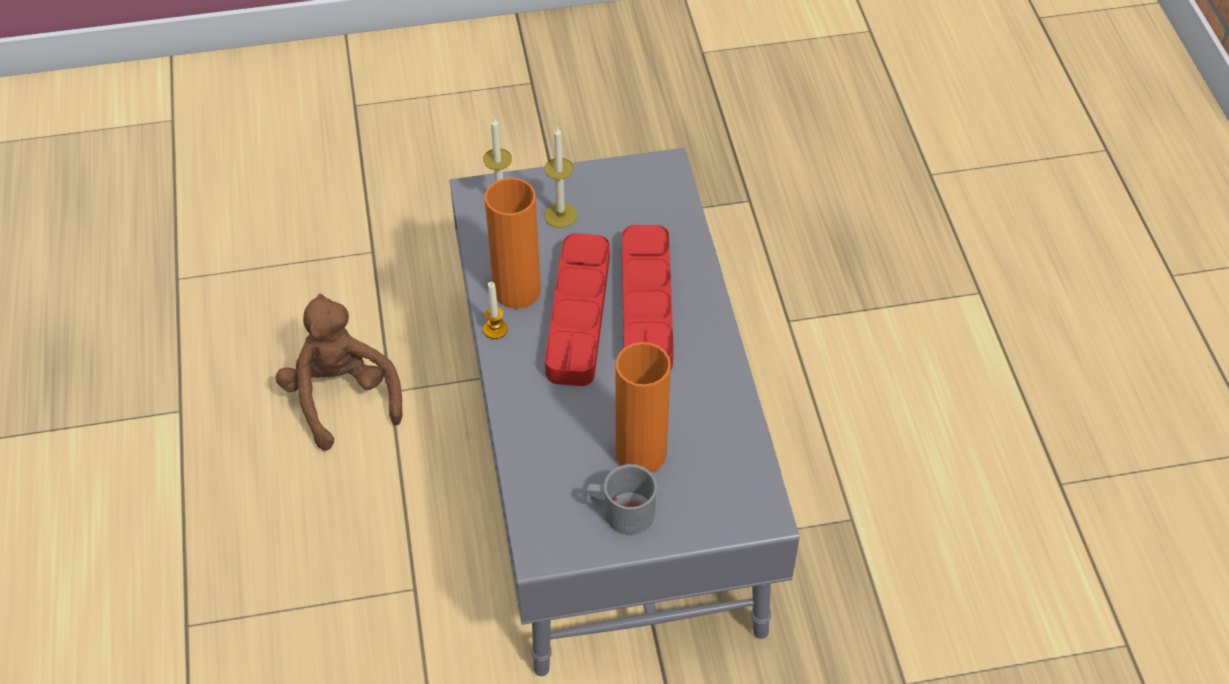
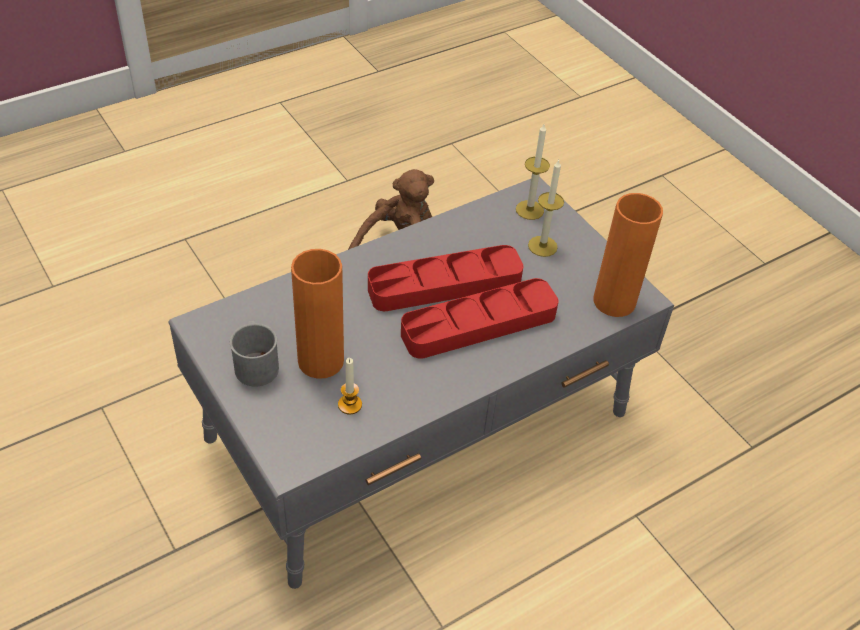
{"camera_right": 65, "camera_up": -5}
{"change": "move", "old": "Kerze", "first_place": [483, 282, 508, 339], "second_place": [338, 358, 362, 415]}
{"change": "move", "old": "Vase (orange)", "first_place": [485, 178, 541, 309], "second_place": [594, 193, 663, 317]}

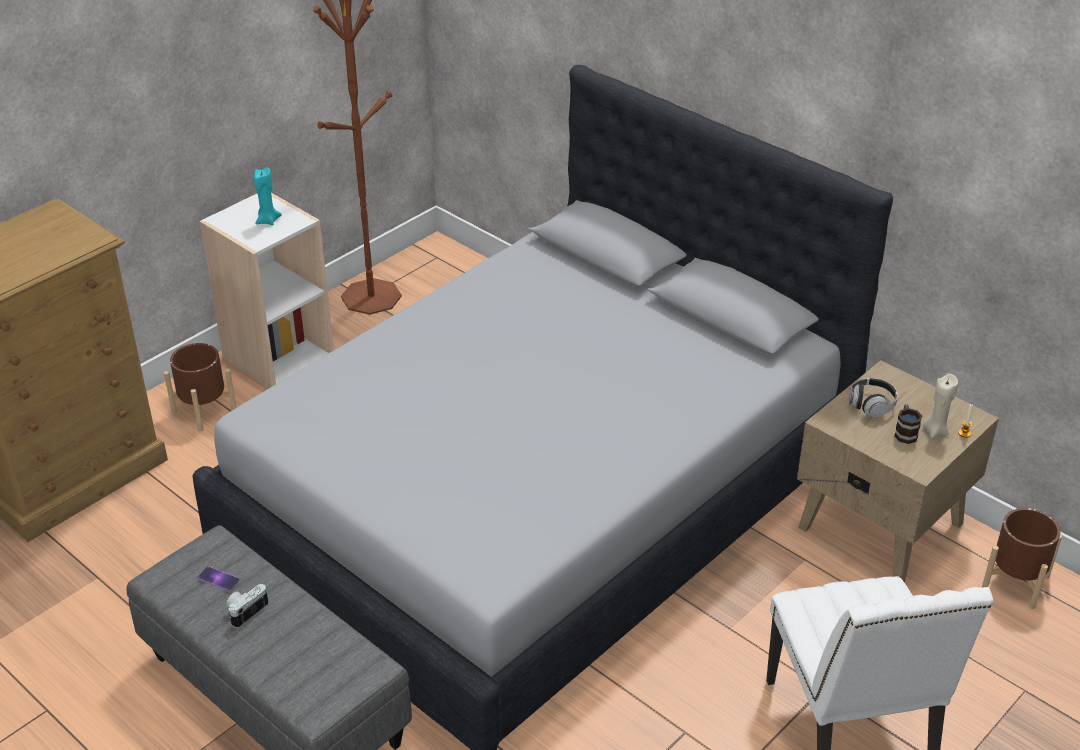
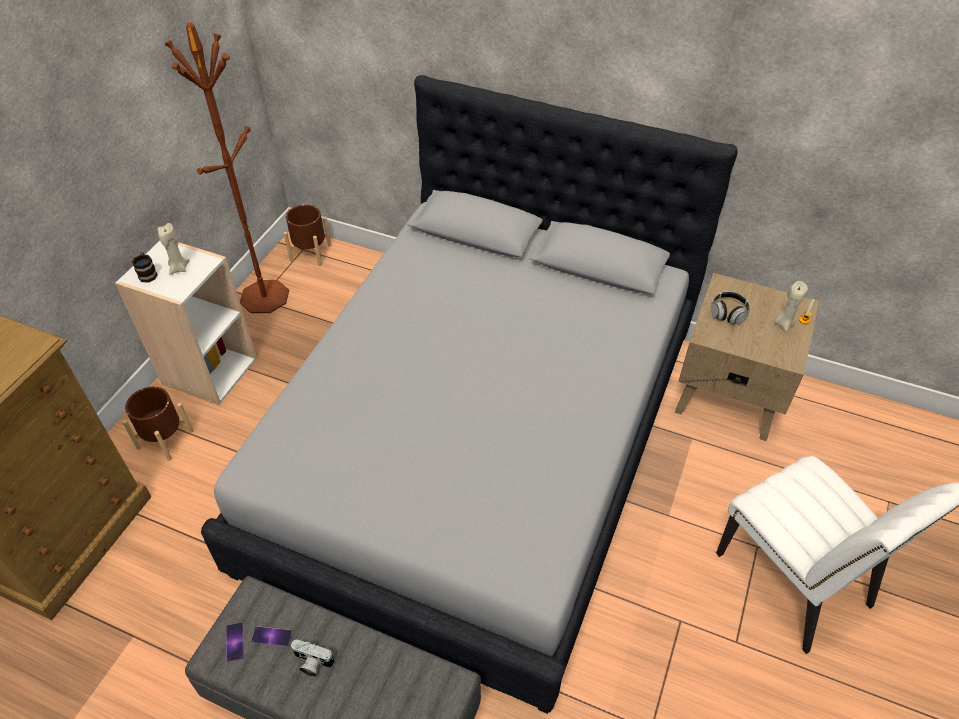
{"camera_right": -20, "camera_up": 10}
{"change": "rotate", "old": "Kamera", "first_place": [226, 584, 269, 628], "second_place": [291, 640, 334, 677], "degrees": -90}
{"change": "recolor", "old": "Kerze (türkis)", "new": "Kerze (beige)", "first_place": [254, 167, 282, 225], "second_place": [158, 223, 190, 274]}
{"change": "move", "old": "Henkelbecher", "first_place": [894, 404, 922, 444], "second_place": [132, 252, 158, 283]}
{"change": "move", "old": "Pflanzkübel (braun)", "first_place": [982, 508, 1062, 609], "second_place": [284, 204, 331, 266]}
{"change": "insert", "new": "Handy", "second_place": [226, 623, 244, 662]}

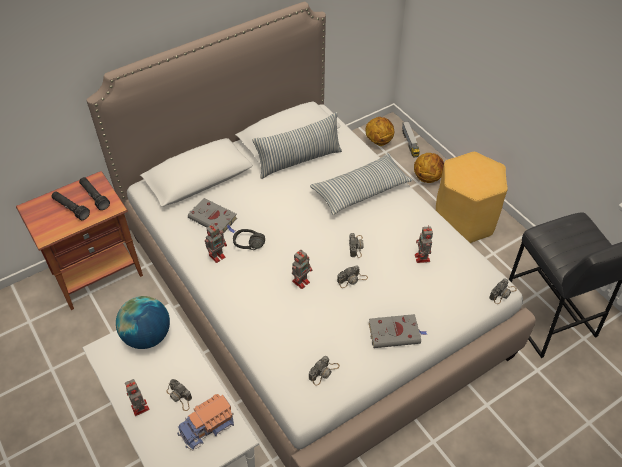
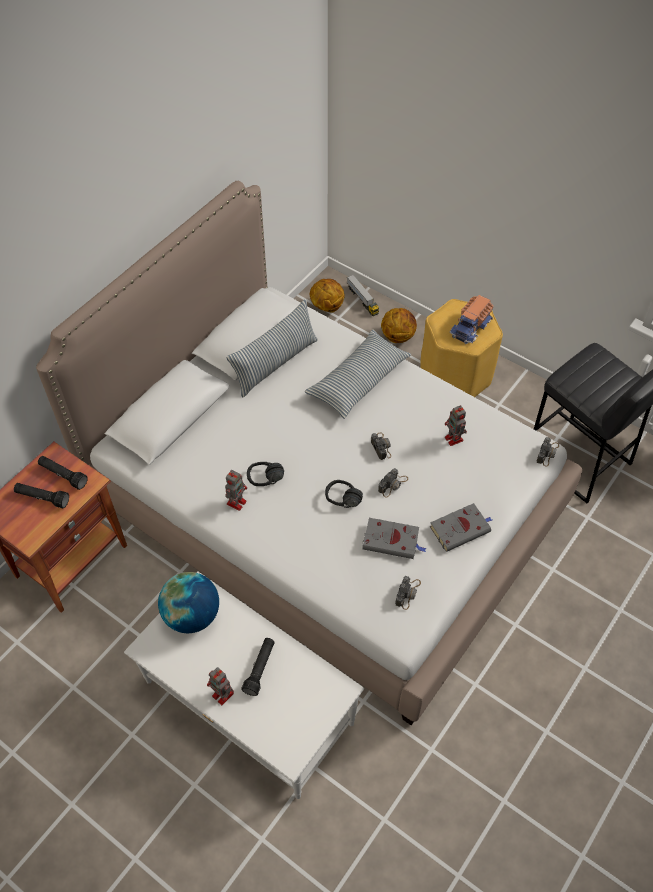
{"camera_right": -20, "camera_up": 5}
{"change": "replace", "old": "Kamera", "new": "Taschenlampe (schwarz)", "first_place": [166, 379, 192, 411], "second_place": [241, 638, 275, 696]}
{"change": "move", "old": "Spielzeuglaster", "first_place": [177, 394, 234, 451], "second_place": [450, 295, 494, 344]}
{"change": "move", "old": "Buch (grau)", "first_place": [188, 198, 237, 233], "second_place": [362, 518, 426, 559]}
{"change": "replace", "old": "Spielzeugroboter", "new": "Kopfhörer (schwarz)", "first_place": [292, 250, 312, 289], "second_place": [325, 480, 363, 508]}

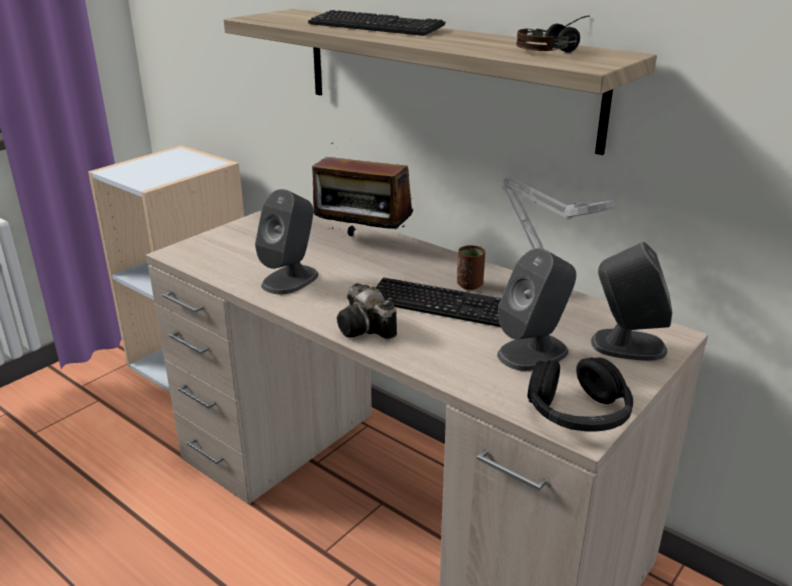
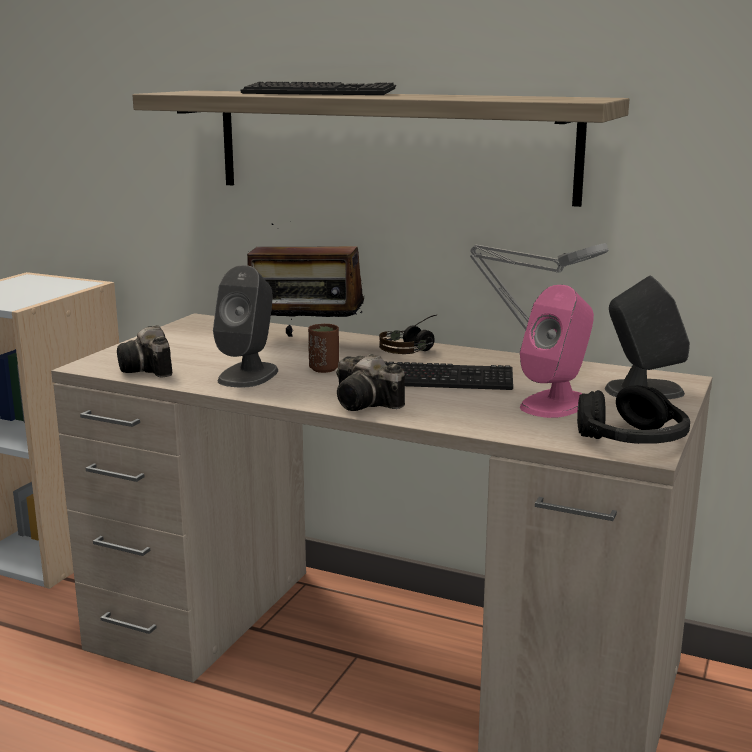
{"camera_right": -15, "camera_up": -10}
{"change": "move", "old": "Tasse (braun)", "first_place": [457, 245, 485, 290], "second_place": [308, 324, 339, 373]}
{"change": "recolor", "old": "Lautsprecher (grau)", "new": "Lautsprecher (rosa)", "first_place": [497, 248, 576, 371], "second_place": [520, 285, 594, 418]}
{"change": "move", "old": "Kopfhörer", "first_place": [516, 15, 590, 52], "second_place": [379, 315, 437, 354]}
{"change": "insert", "new": "Kamera", "second_place": [117, 325, 172, 377]}

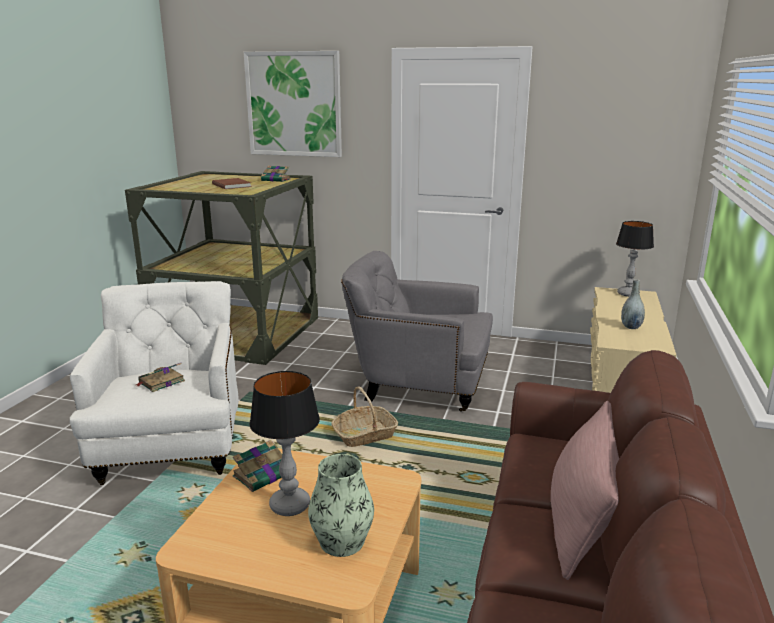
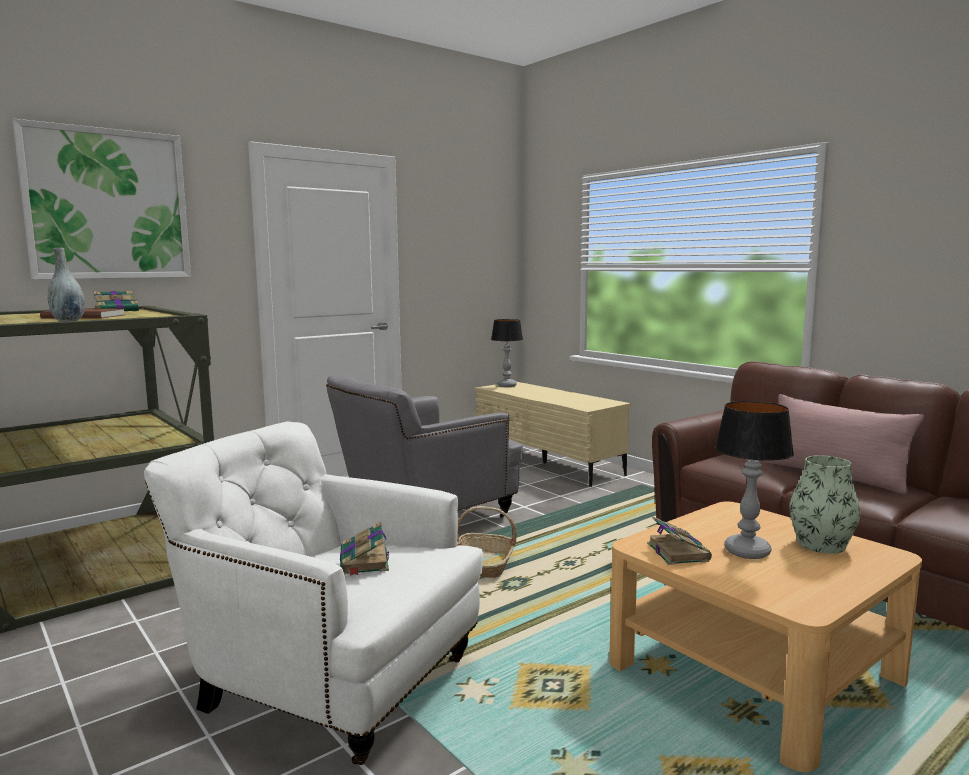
{"camera_right": -55, "camera_up": -10}
{"change": "move", "old": "Vase (grau)", "first_place": [621, 279, 645, 329], "second_place": [47, 248, 85, 321]}

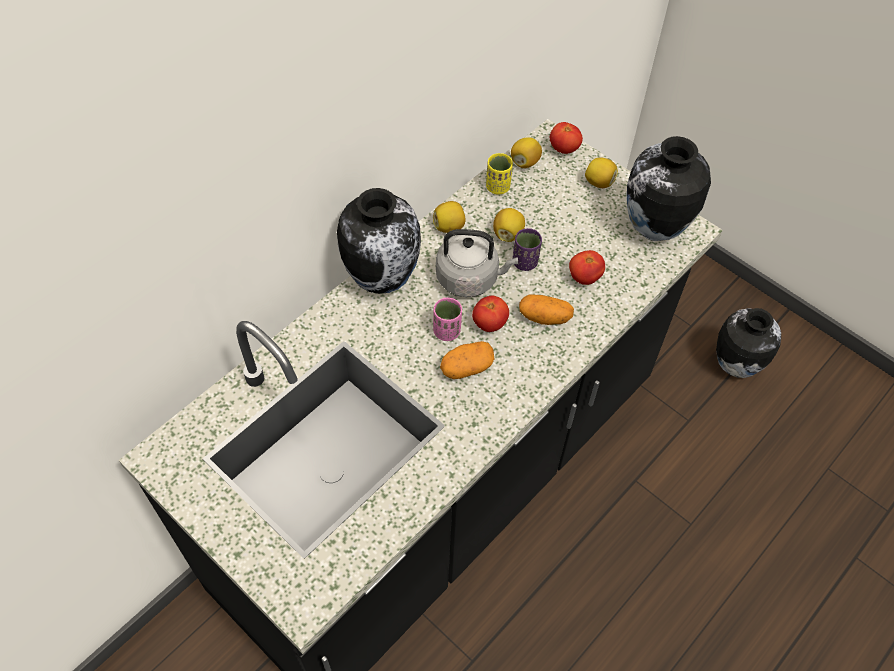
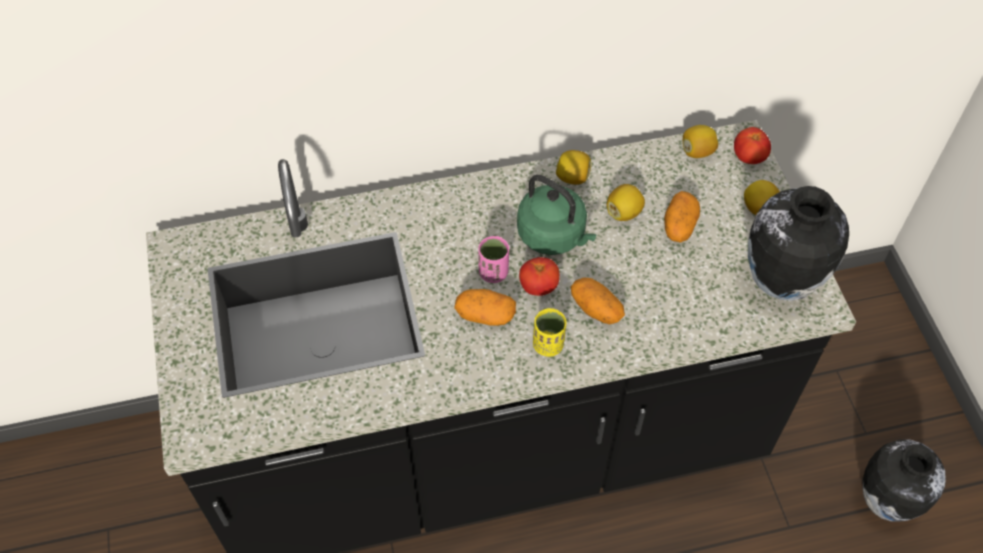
{"camera_right": 35, "camera_up": 0}
{"change": "delete", "old": "Vase", "first_place": [337, 188, 421, 294]}
{"change": "recolor", "old": "Wasserkessel (grau)", "new": "Wasserkessel (grün)", "first_place": [436, 229, 518, 297], "second_place": [517, 175, 597, 255]}
{"change": "move", "old": "Tasse (gelb)", "first_place": [486, 153, 513, 195], "second_place": [533, 308, 567, 357]}
{"change": "delete", "old": "Tasse (lila)", "first_place": [512, 228, 542, 271]}
{"change": "delete", "old": "Tomate", "first_place": [569, 250, 605, 285]}
{"change": "insert", "new": "Kartoffel", "second_place": [664, 191, 700, 243]}

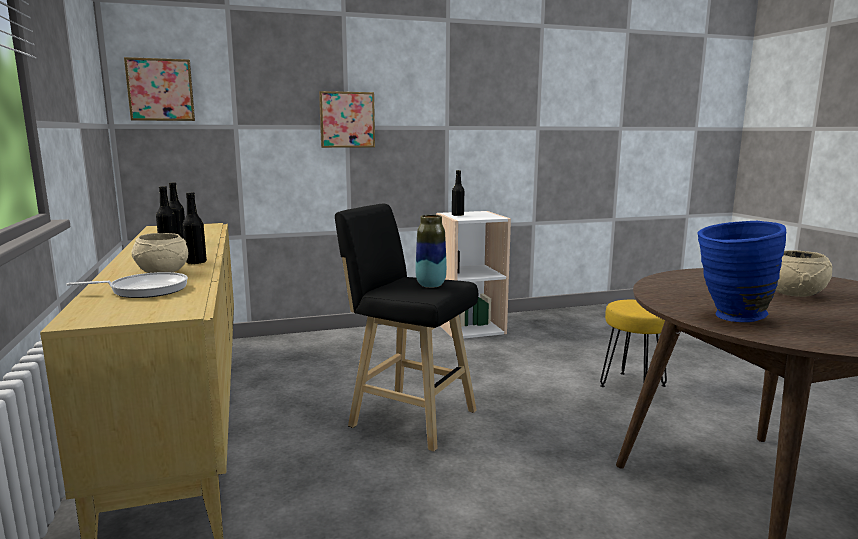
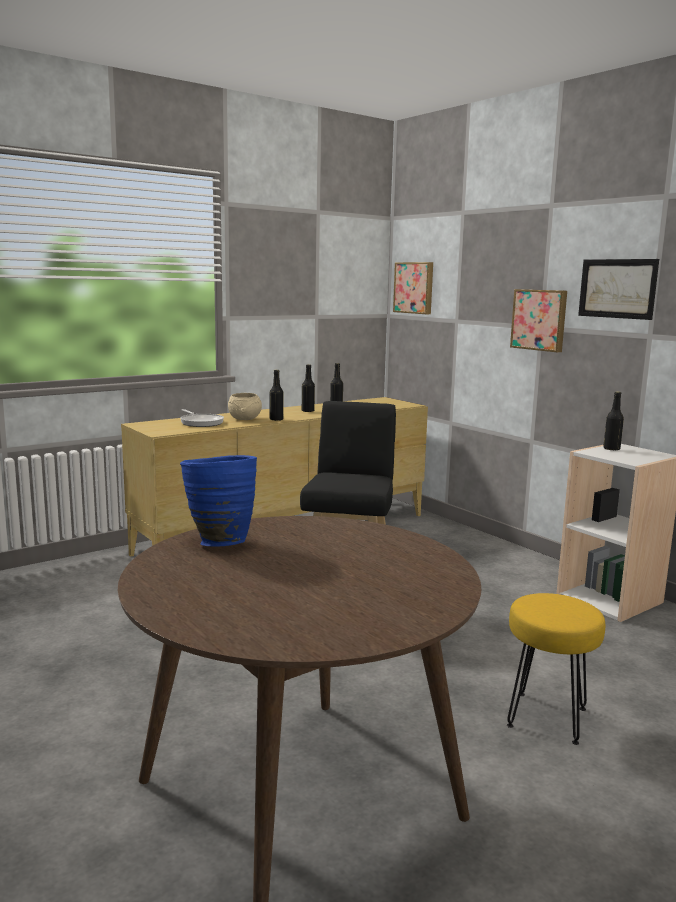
{"camera_right": 70, "camera_up": 0}
{"change": "delete", "old": "Vase", "first_place": [415, 215, 447, 288]}
{"change": "delete", "old": "Schüssel (beige)", "first_place": [775, 250, 833, 297]}
{"change": "insert", "new": "Bild", "second_place": [578, 259, 659, 320]}

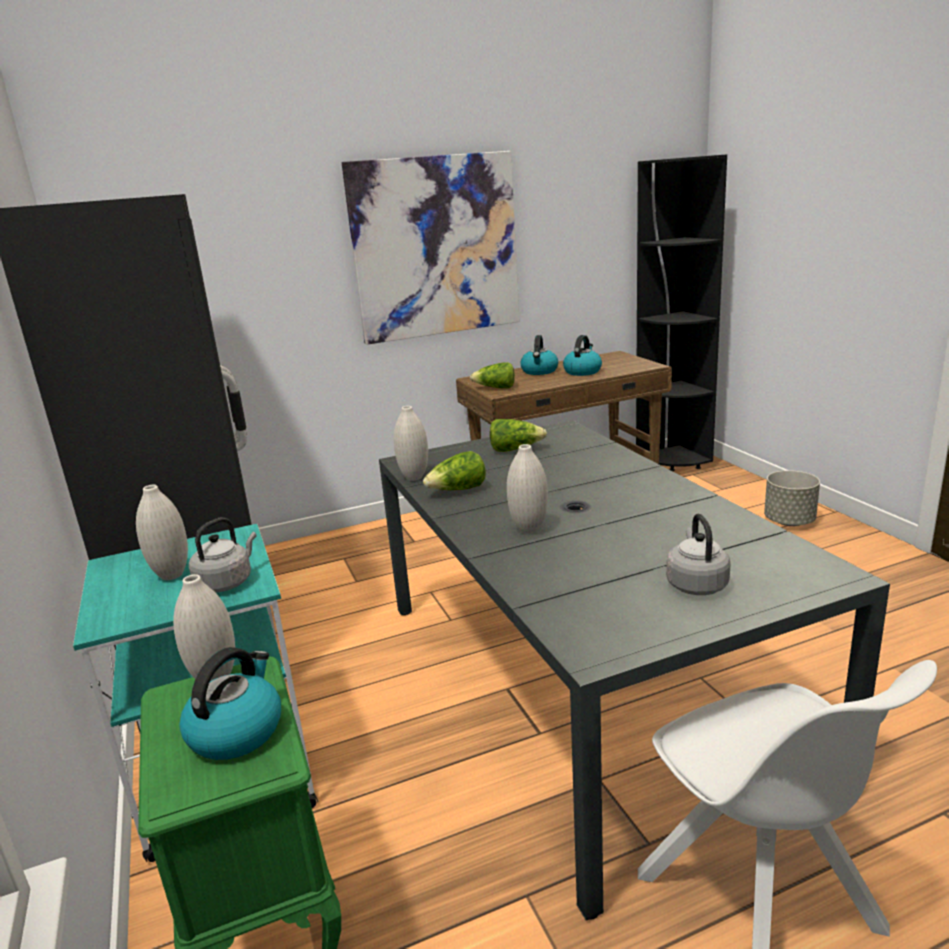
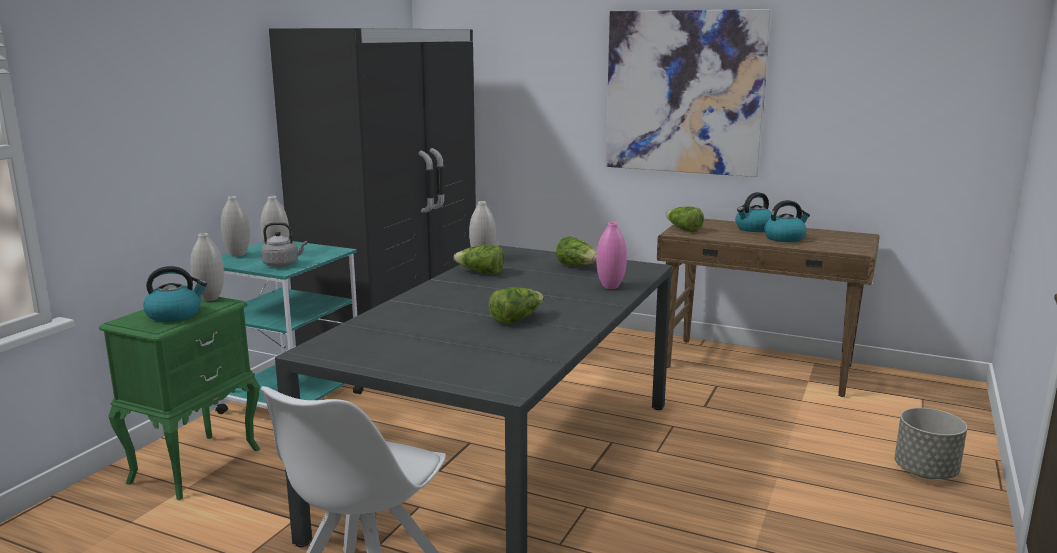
{"camera_right": 45, "camera_up": -5}
{"change": "move", "old": "Vase (weiß)", "first_place": [507, 444, 548, 534], "second_place": [221, 196, 250, 257]}
{"change": "delete", "old": "Bücherregal (schwarz)", "first_place": [636, 154, 727, 471]}
{"change": "delete", "old": "Wasserkessel (grau)", "first_place": [666, 514, 731, 595]}
{"change": "insert", "new": "Salatkopf", "second_place": [489, 287, 544, 325]}
{"change": "insert", "new": "Vase (rosa)", "second_place": [596, 222, 627, 289]}

